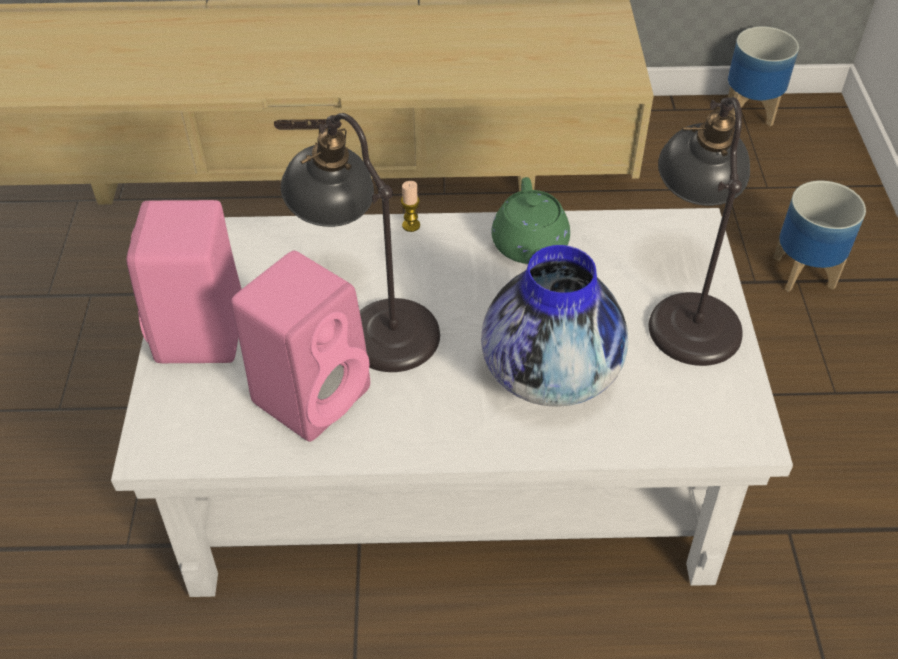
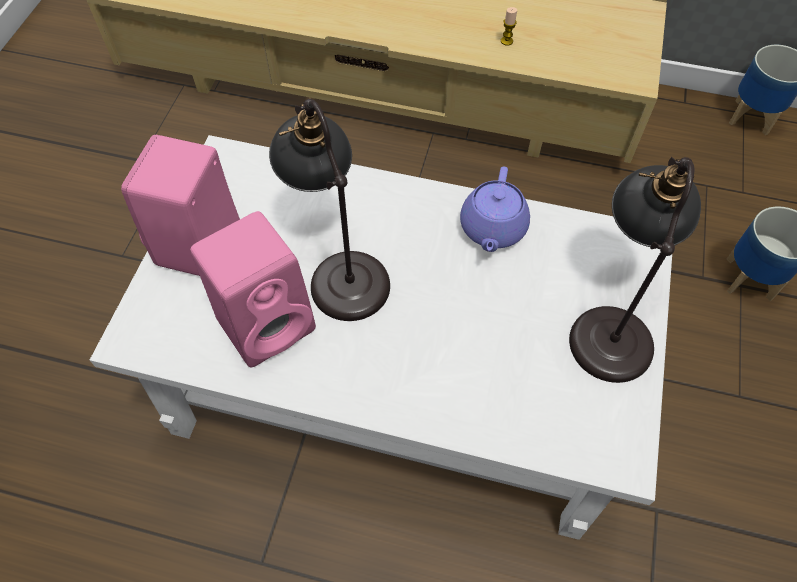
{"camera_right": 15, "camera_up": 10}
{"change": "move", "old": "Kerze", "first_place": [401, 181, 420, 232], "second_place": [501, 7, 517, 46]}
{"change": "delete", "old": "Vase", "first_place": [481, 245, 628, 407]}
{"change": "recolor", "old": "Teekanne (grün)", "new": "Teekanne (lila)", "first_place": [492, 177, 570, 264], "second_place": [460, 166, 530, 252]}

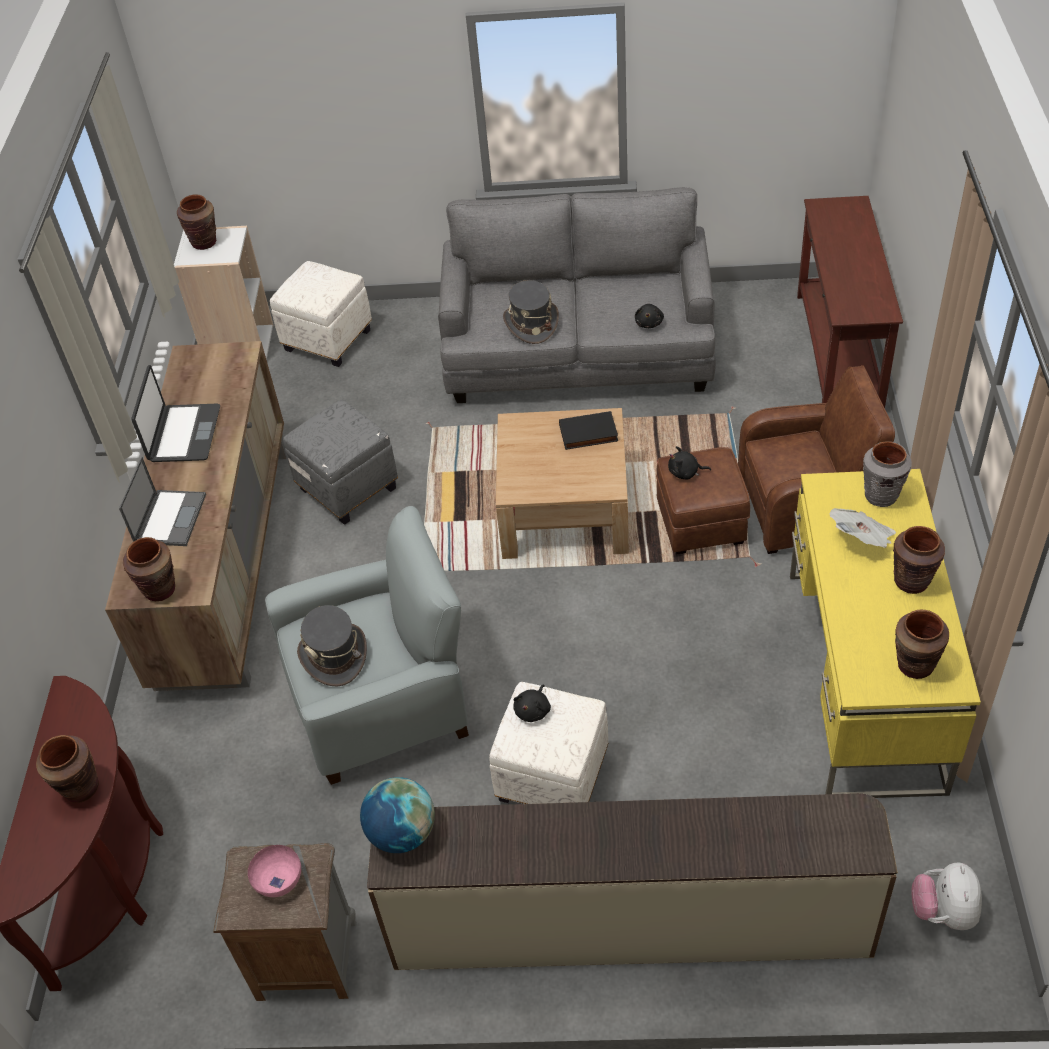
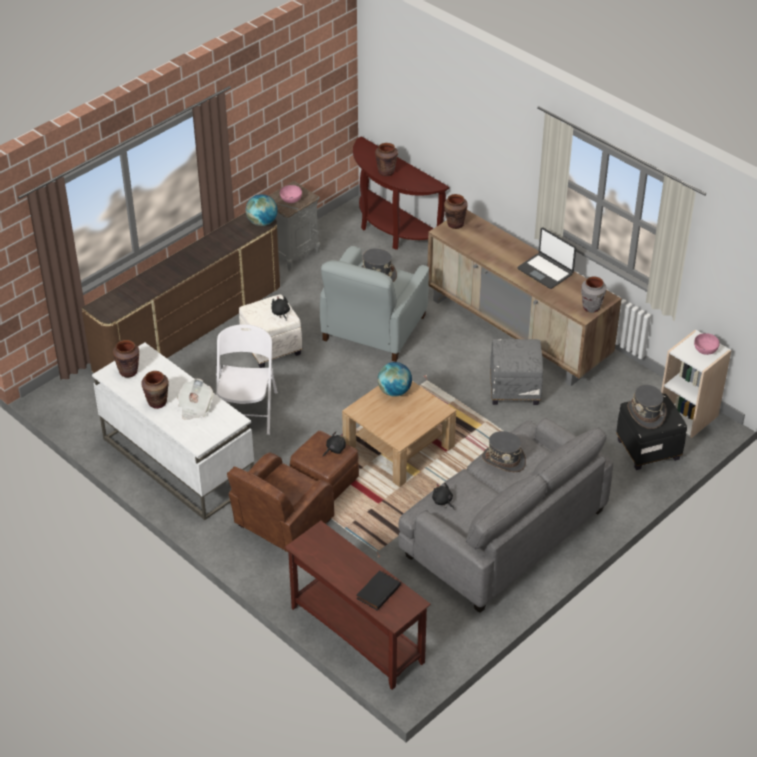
{"camera_right": 130, "camera_up": -5}
{"change": "delete", "old": "Laptop", "first_place": [119, 457, 206, 546]}
{"change": "replace", "old": "Vase (braun)", "new": "Schüssel (rosa)", "first_place": [177, 194, 216, 250], "second_place": [694, 333, 720, 355]}
{"change": "recolor", "old": "Polsterhocker (weiß)", "new": "Polsterhocker (schwarz)", "first_place": [270, 261, 372, 367], "second_place": [616, 394, 687, 470]}
{"change": "move", "old": "Buch (schwarz)", "first_place": [559, 411, 618, 450], "second_place": [356, 570, 401, 611]}
{"change": "recolor", "old": "Schreibtisch (gelb)", "new": "Schreibtisch (weiß)", "first_place": [790, 469, 981, 798], "second_place": [92, 342, 254, 521]}
{"change": "move", "old": "Vase (grau)", "first_place": [863, 441, 912, 507], "second_place": [581, 276, 607, 313]}
{"change": "delete", "old": "Plüschtier", "first_place": [911, 862, 982, 930]}
{"change": "insert", "new": "Stuhl (weiß)", "second_place": [216, 324, 278, 435]}
{"change": "insert", "new": "Globus", "second_place": [378, 362, 412, 397]}
{"change": "insert", "new": "Hut (grau)", "second_place": [627, 385, 667, 429]}

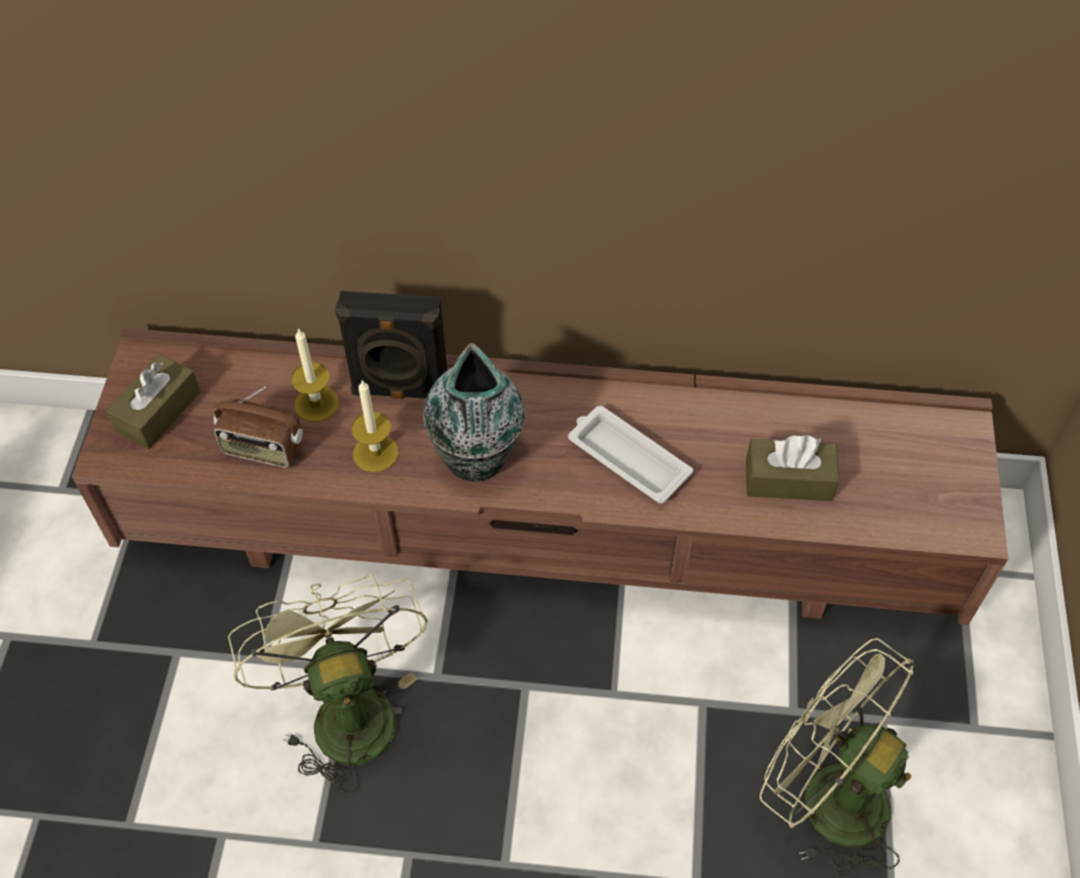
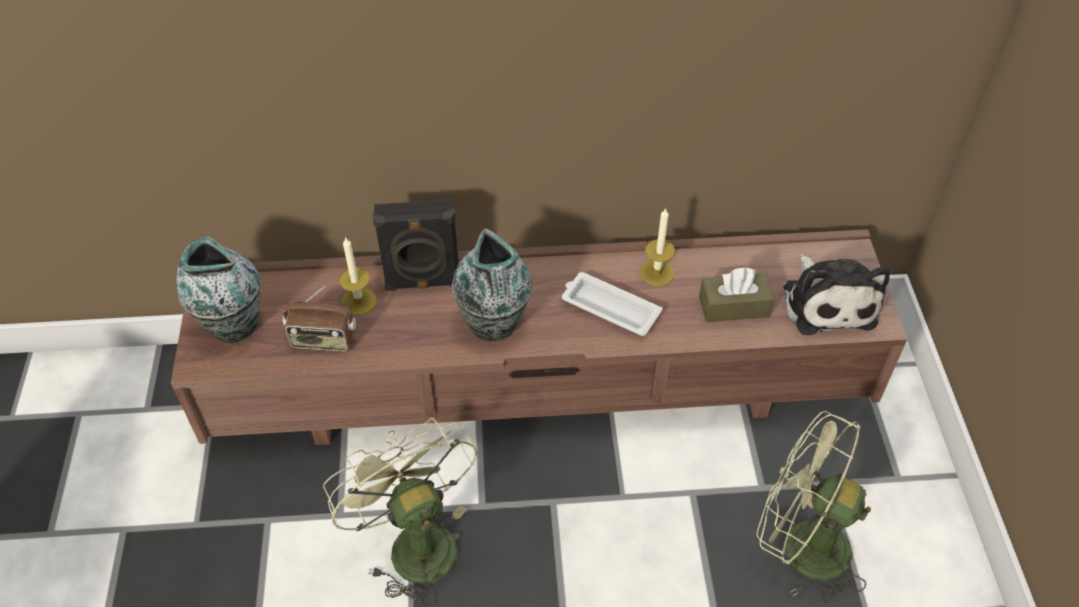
{"camera_right": -10, "camera_up": -5}
{"change": "replace", "old": "Taschentuchbox (braun)", "new": "Vase", "first_place": [106, 354, 201, 449], "second_place": [176, 237, 260, 343]}
{"change": "move", "old": "Kerze", "first_place": [351, 380, 399, 472], "second_place": [640, 208, 675, 286]}
{"change": "insert", "new": "Plüschtier", "second_place": [784, 254, 890, 335]}

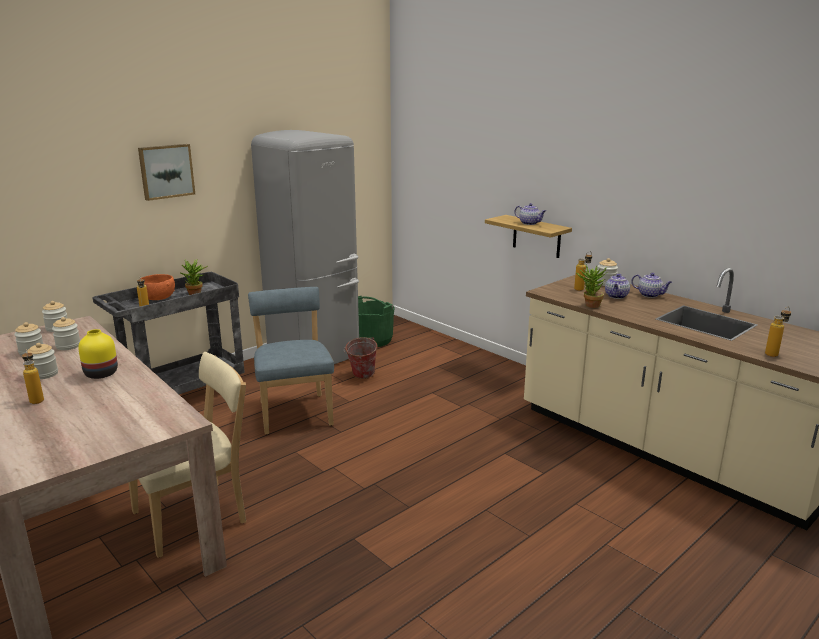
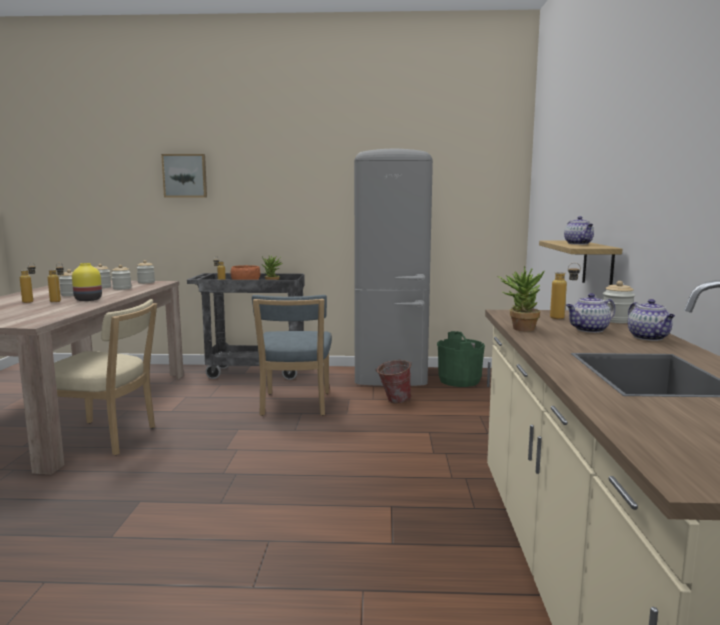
{"camera_right": 45, "camera_up": -10}
{"change": "move", "old": "Bild", "first_place": [138, 144, 195, 201], "second_place": [161, 154, 207, 198]}
{"change": "rotate", "old": "Stuhl (blau)", "first_place": [248, 287, 334, 435], "second_place": [252, 295, 332, 416], "degrees": 150}
{"change": "move", "old": "Flasche", "first_place": [765, 307, 791, 357], "second_place": [48, 263, 64, 302]}

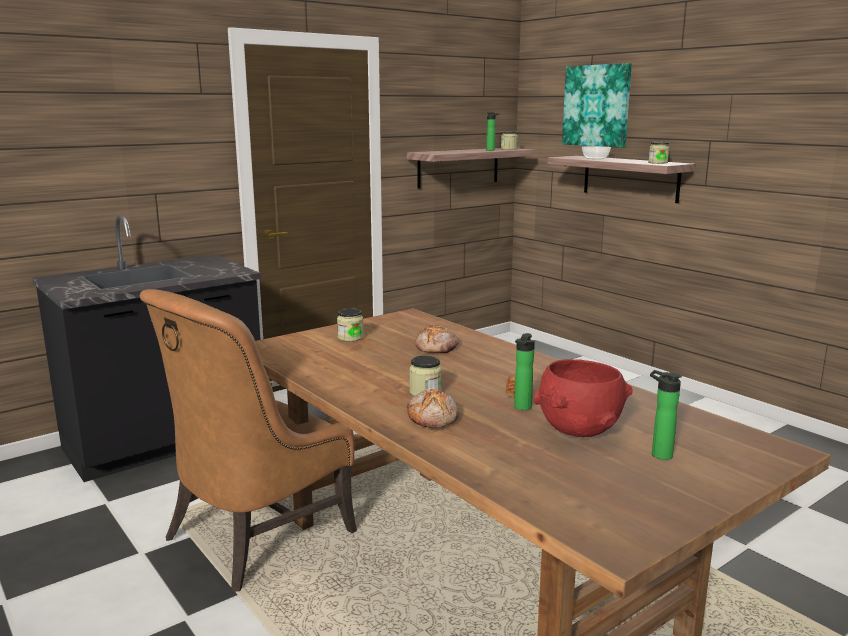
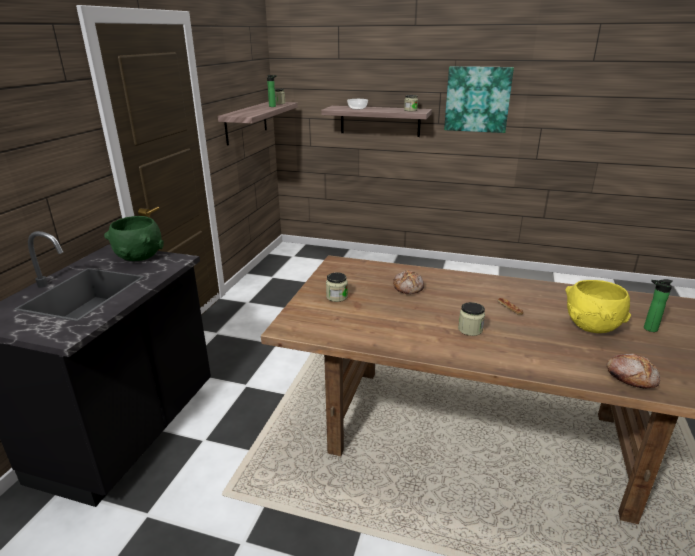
{"camera_right": -35, "camera_up": 10}
{"change": "delete", "old": "Stuhl (braun)", "first_place": [140, 289, 357, 593]}
{"change": "move", "old": "Brot", "first_place": [407, 389, 459, 428], "second_place": [606, 354, 660, 388]}
{"change": "delete", "old": "Flasche", "first_place": [514, 333, 535, 410]}
{"change": "recolor", "old": "Schüssel (rot)", "new": "Schüssel (gelb)", "first_place": [534, 359, 632, 437], "second_place": [566, 280, 631, 333]}
{"change": "move", "old": "Bild", "first_place": [562, 63, 632, 148], "second_place": [444, 66, 514, 133]}
{"change": "insert", "new": "Schüssel (grün)", "second_place": [104, 216, 164, 261]}

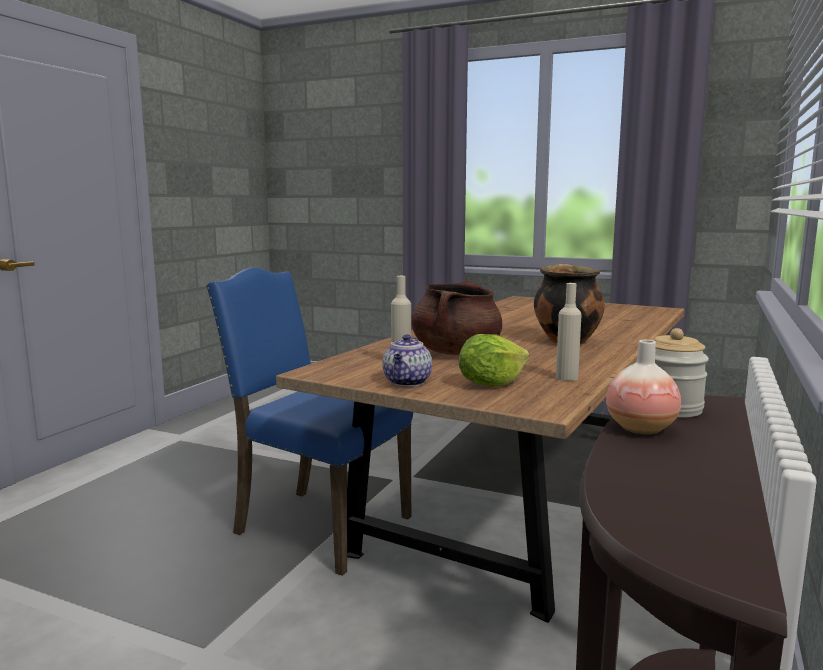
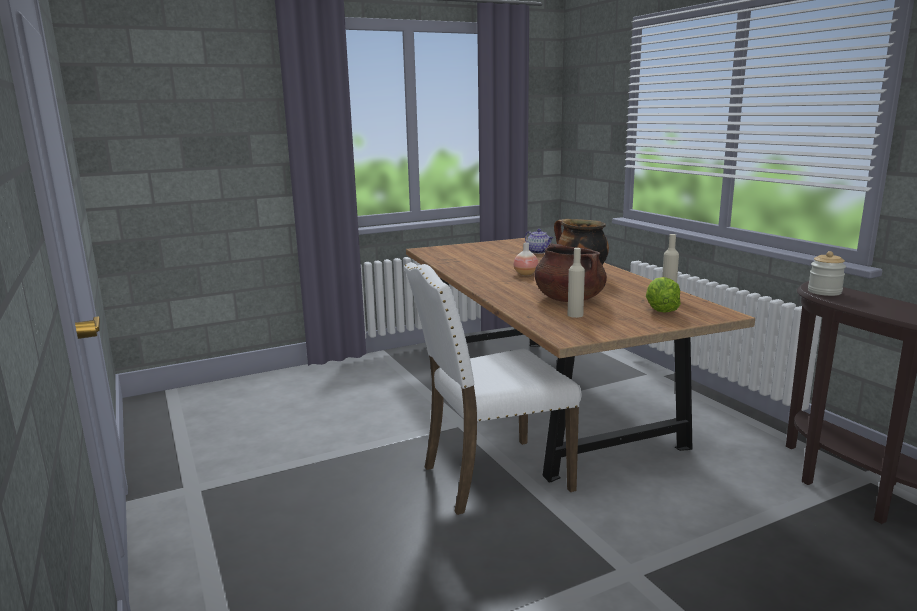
{"camera_right": -50, "camera_up": 5}
{"change": "recolor", "old": "Stuhl (blau)", "new": "Stuhl (weiß)", "first_place": [206, 267, 413, 576], "second_place": [404, 262, 581, 515]}
{"change": "move", "old": "Teekanne", "first_place": [383, 335, 432, 386], "second_place": [525, 229, 553, 254]}
{"change": "move", "old": "Vase", "first_place": [606, 340, 681, 434], "second_place": [514, 242, 538, 276]}

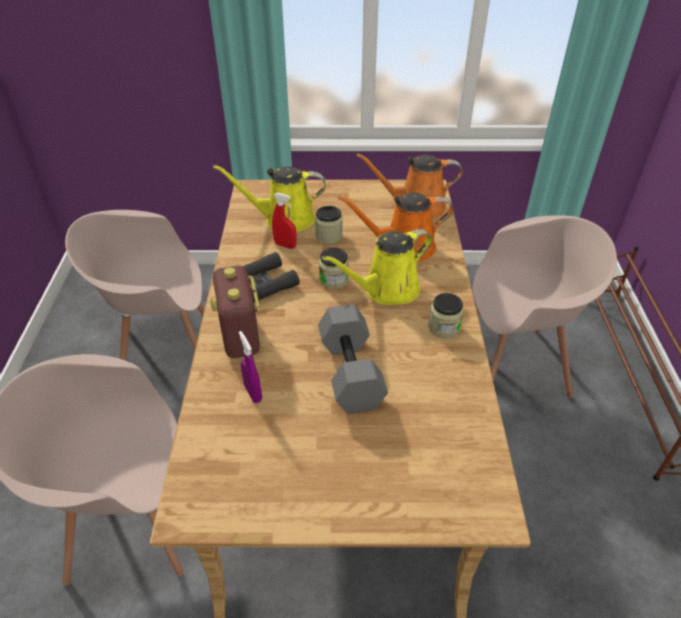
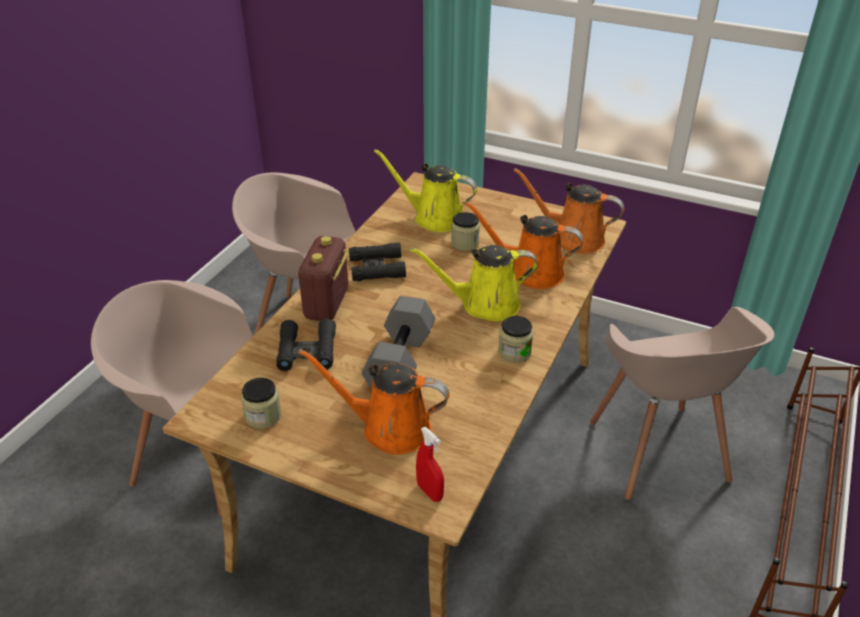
{"camera_right": 25, "camera_up": -5}
{"change": "replace", "old": "Sprühflasche (lila)", "new": "Fernglas (schwarz)", "first_place": [239, 331, 262, 403], "second_place": [276, 319, 336, 371]}
{"change": "move", "old": "Sprühflasche (rot)", "first_place": [272, 193, 297, 249], "second_place": [416, 427, 444, 502]}
{"change": "move", "old": "Vorratsglas", "first_place": [319, 248, 349, 289], "second_place": [241, 377, 281, 429]}
{"change": "rotate", "old": "Stuhl (beige)", "first_place": [472, 215, 617, 398], "second_place": [590, 307, 774, 500], "degrees": 60}
{"change": "insert", "new": "Gießkanne (orange)", "second_place": [298, 349, 450, 455]}

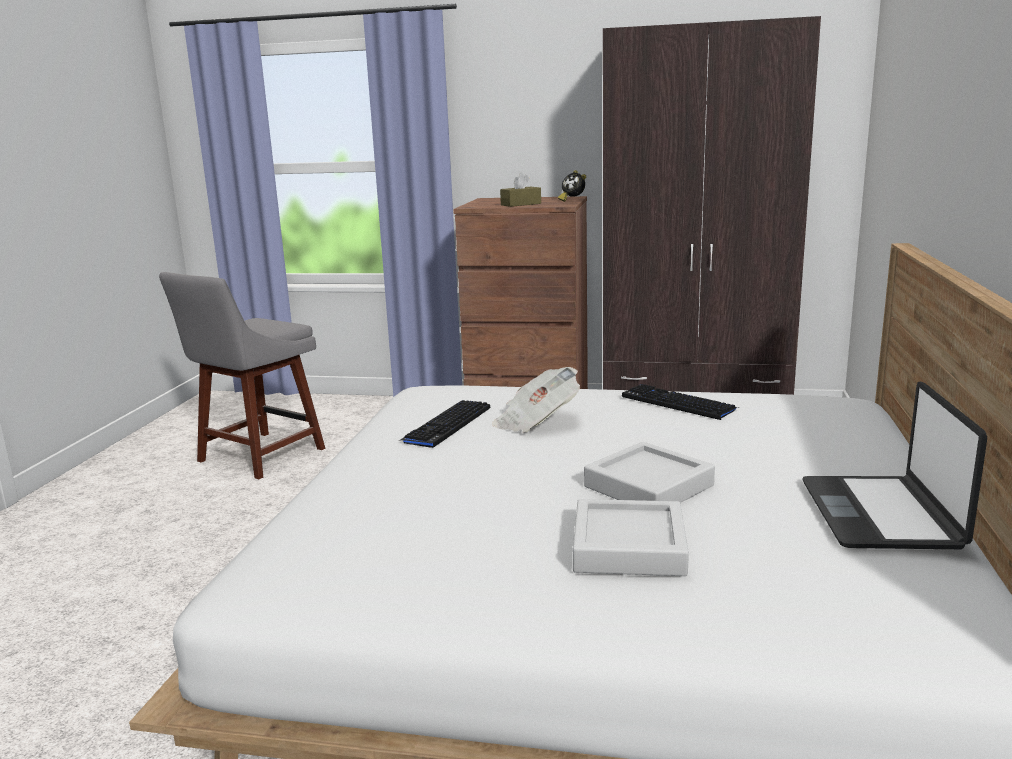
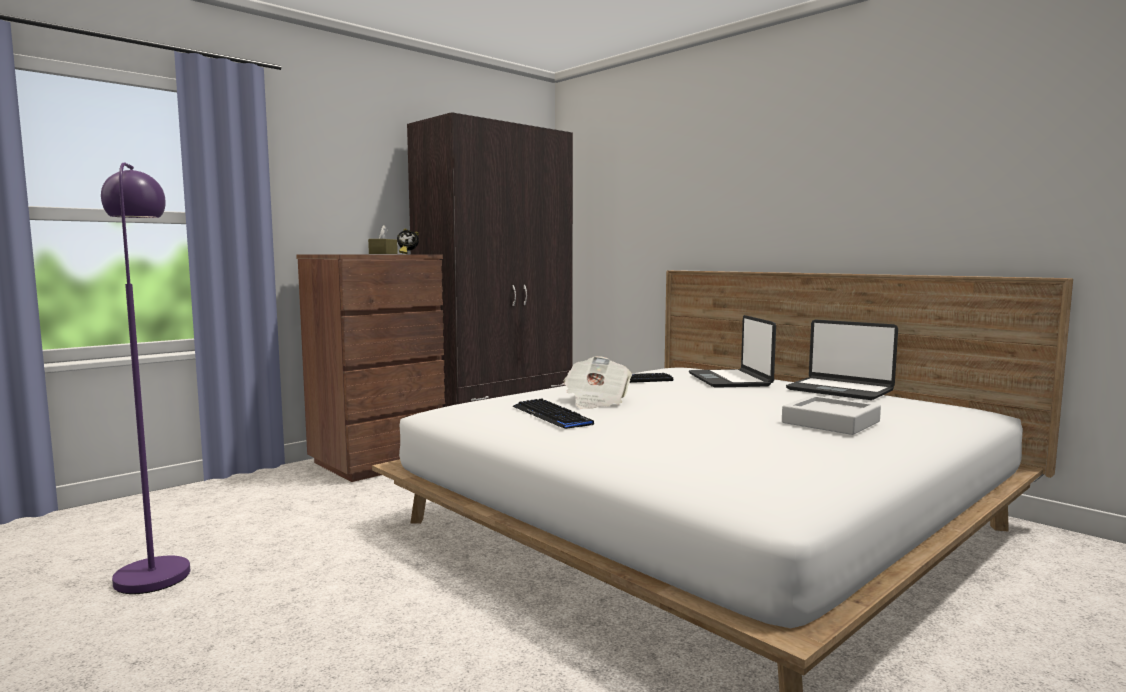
{"camera_right": -55, "camera_up": -10}
{"change": "replace", "old": "Hocker (grau)", "new": "Stehlampe (lila)", "first_place": [159, 272, 326, 479], "second_place": [101, 162, 190, 594]}
{"change": "delete", "old": "Tablett (grau)", "first_place": [584, 442, 715, 503]}
{"change": "insert", "new": "Laptop", "second_place": [689, 315, 776, 388]}

